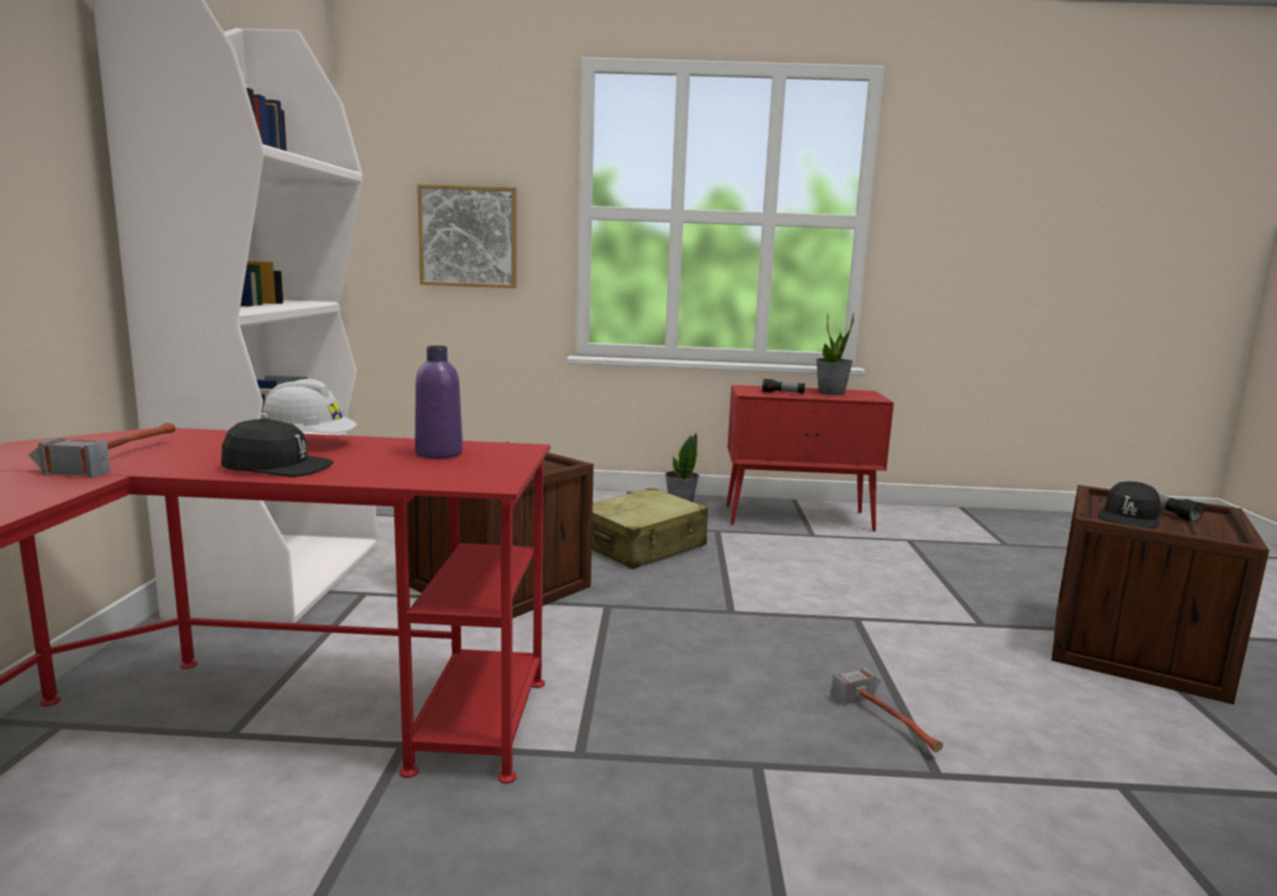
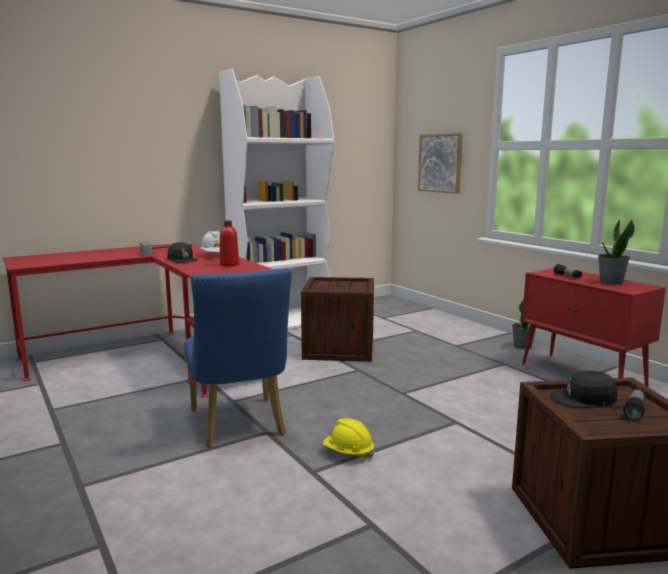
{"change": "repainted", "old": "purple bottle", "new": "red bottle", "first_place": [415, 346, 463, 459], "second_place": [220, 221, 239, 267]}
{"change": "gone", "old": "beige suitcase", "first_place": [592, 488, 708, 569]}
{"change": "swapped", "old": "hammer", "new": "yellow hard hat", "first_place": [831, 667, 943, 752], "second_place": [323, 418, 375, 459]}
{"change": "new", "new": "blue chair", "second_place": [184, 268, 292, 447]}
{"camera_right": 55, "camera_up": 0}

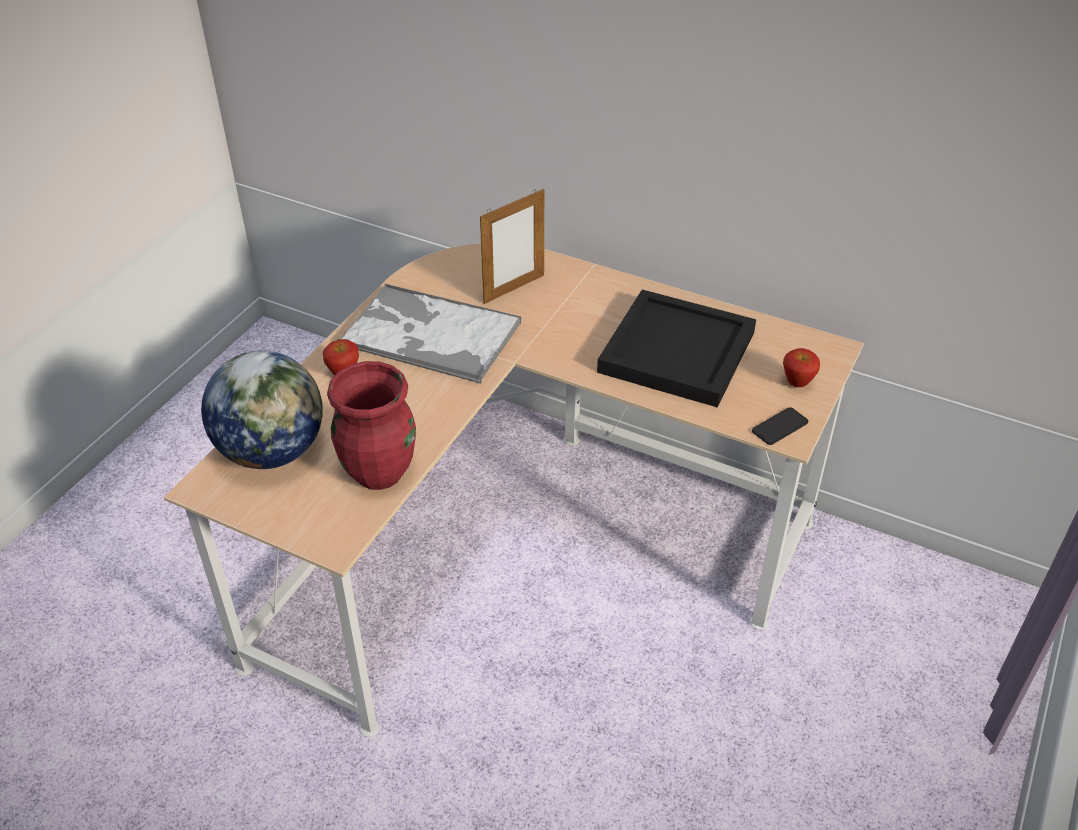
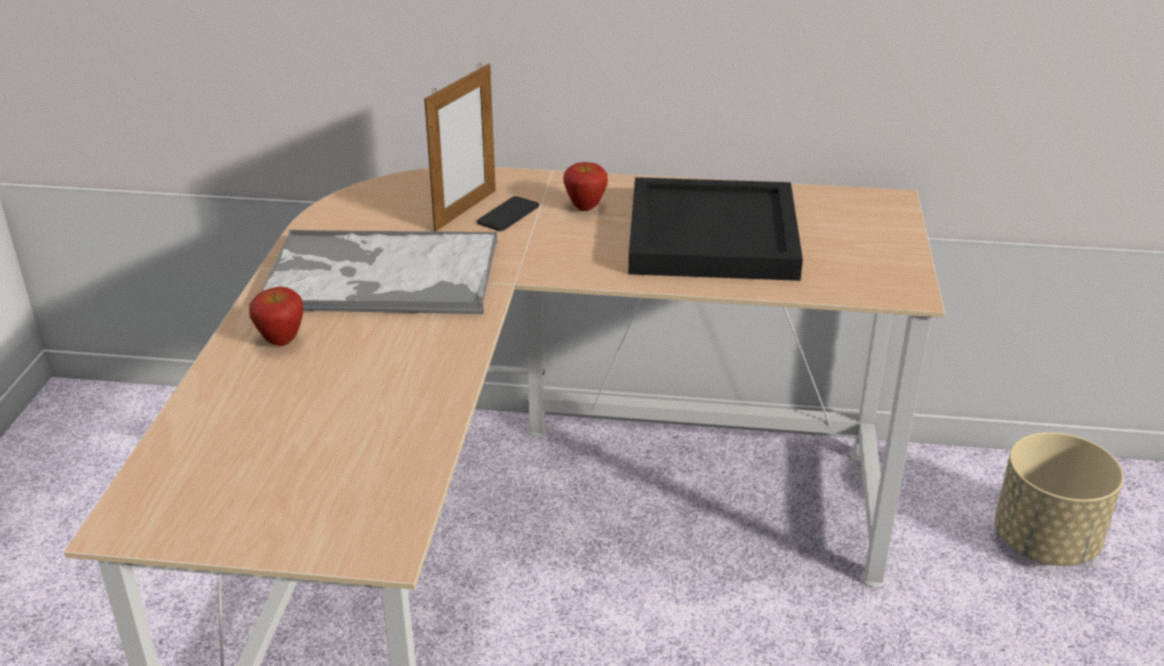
{"change": "shifted", "old": "apple", "first_place": [783, 348, 820, 387], "second_place": [564, 162, 608, 211]}
{"change": "gone", "old": "globe", "first_place": [201, 351, 323, 469]}
{"change": "gone", "old": "red vase", "first_place": [327, 361, 416, 490]}
{"change": "shifted", "old": "phone", "first_place": [752, 407, 808, 445], "second_place": [477, 196, 539, 231]}
{"change": "new", "new": "beige planter", "second_place": [995, 432, 1124, 566]}
{"camera_right": -20, "camera_up": -10}

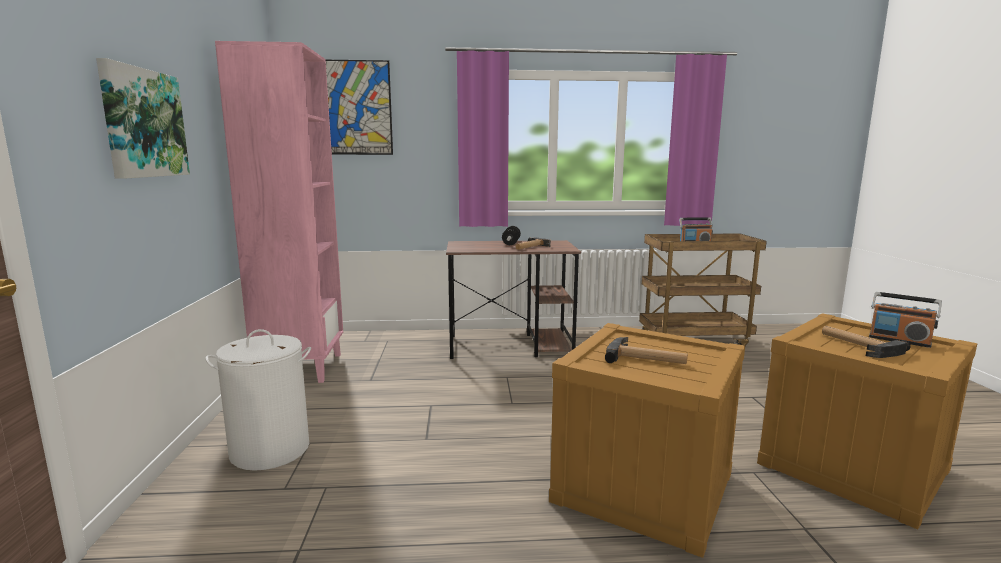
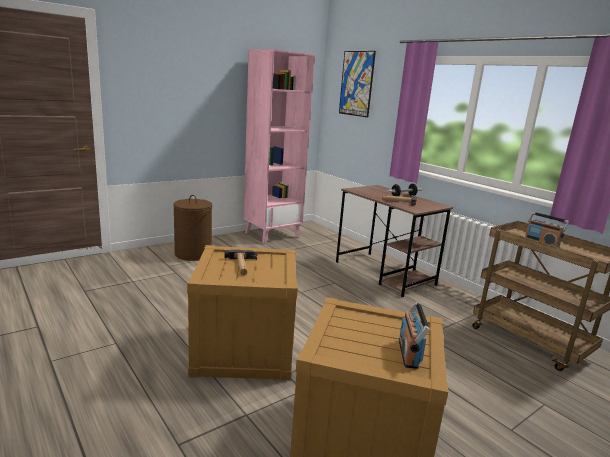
{"change": "gone", "old": "picture", "first_place": [96, 58, 190, 179]}
{"change": "gone", "old": "hammer", "first_place": [822, 326, 911, 358]}
{"change": "repainted", "old": "white laundry basket", "new": "brown laundry basket", "first_place": [206, 329, 311, 471], "second_place": [173, 195, 212, 261]}
{"camera_right": 55, "camera_up": 5}

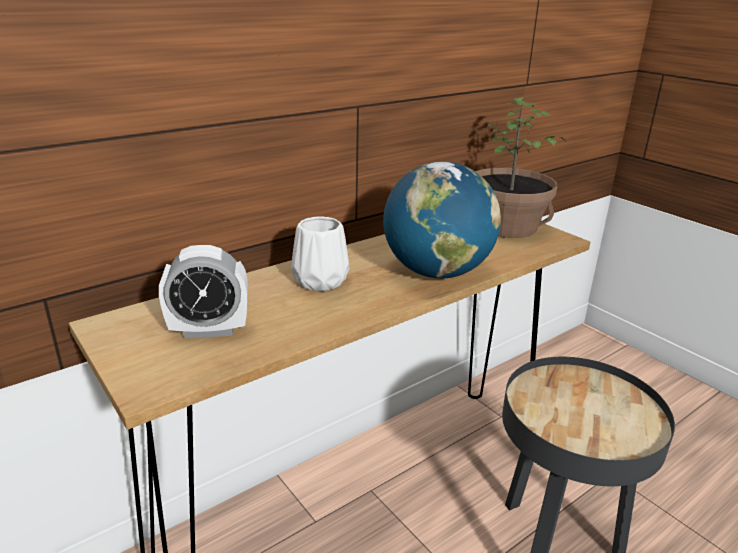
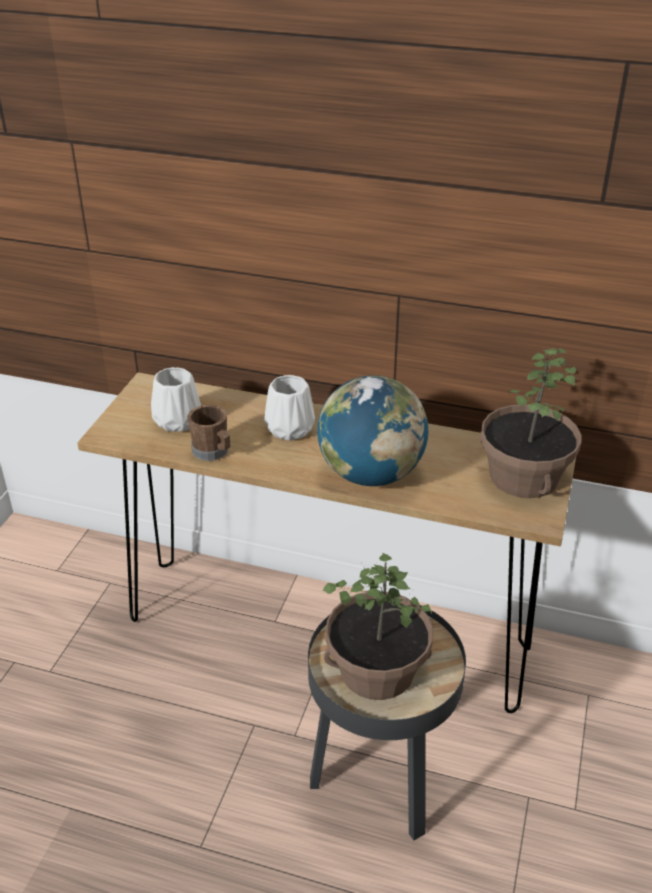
{"change": "swapped", "old": "alarm clock", "new": "white vase", "first_place": [159, 245, 248, 338], "second_place": [151, 367, 201, 432]}
{"change": "new", "new": "brown mug", "second_place": [187, 405, 230, 461]}
{"change": "new", "new": "potted plant", "second_place": [323, 553, 433, 700]}
{"camera_right": 55, "camera_up": 10}

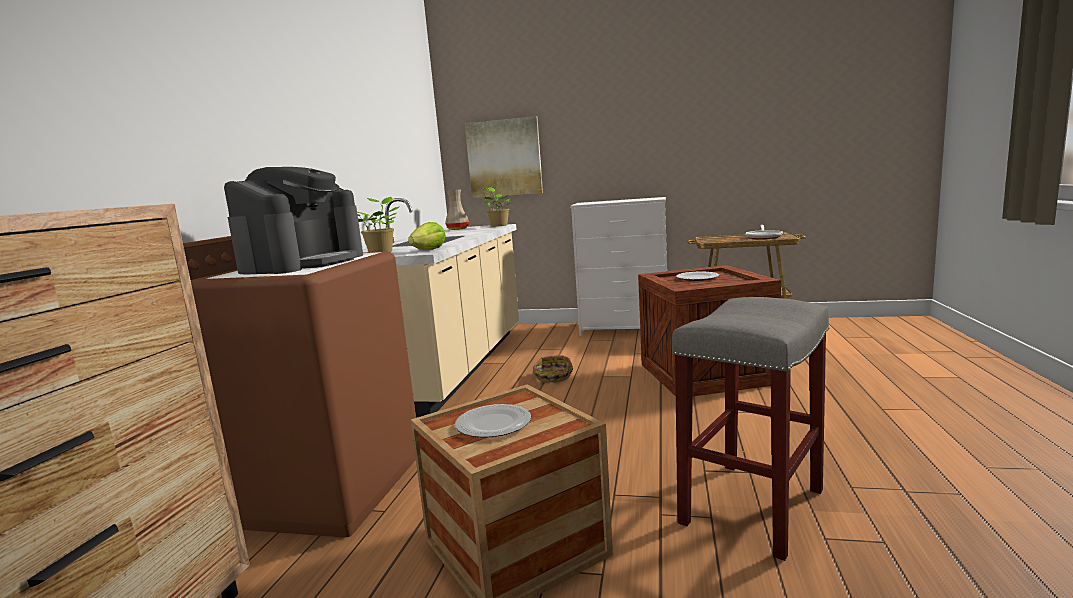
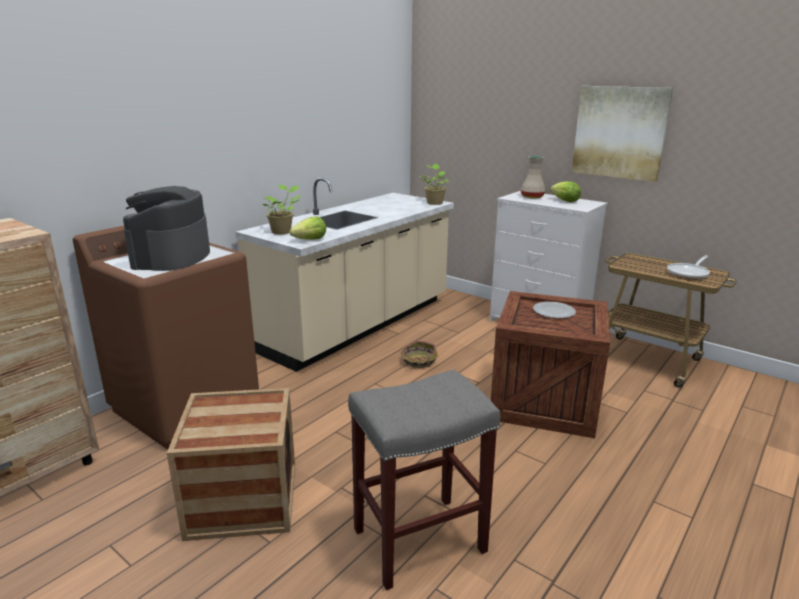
{"change": "shifted", "old": "picture", "first_place": [465, 116, 543, 198], "second_place": [572, 86, 673, 182]}
{"change": "rotated", "old": "coffee machine", "first_place": [224, 167, 363, 274], "second_place": [123, 186, 210, 271], "degrees": 135}
{"change": "shifted", "old": "beige vase", "first_place": [445, 189, 469, 230], "second_place": [521, 156, 545, 198]}
{"change": "gone", "old": "plate", "first_place": [455, 404, 531, 438]}
{"change": "new", "new": "lettuce", "second_place": [550, 181, 581, 202]}
{"camera_right": 25, "camera_up": 10}

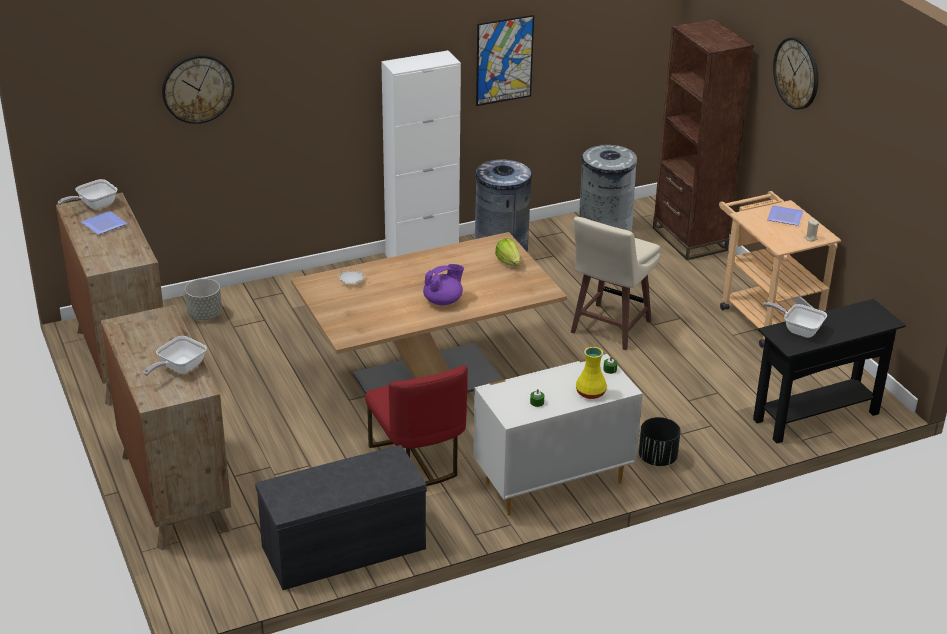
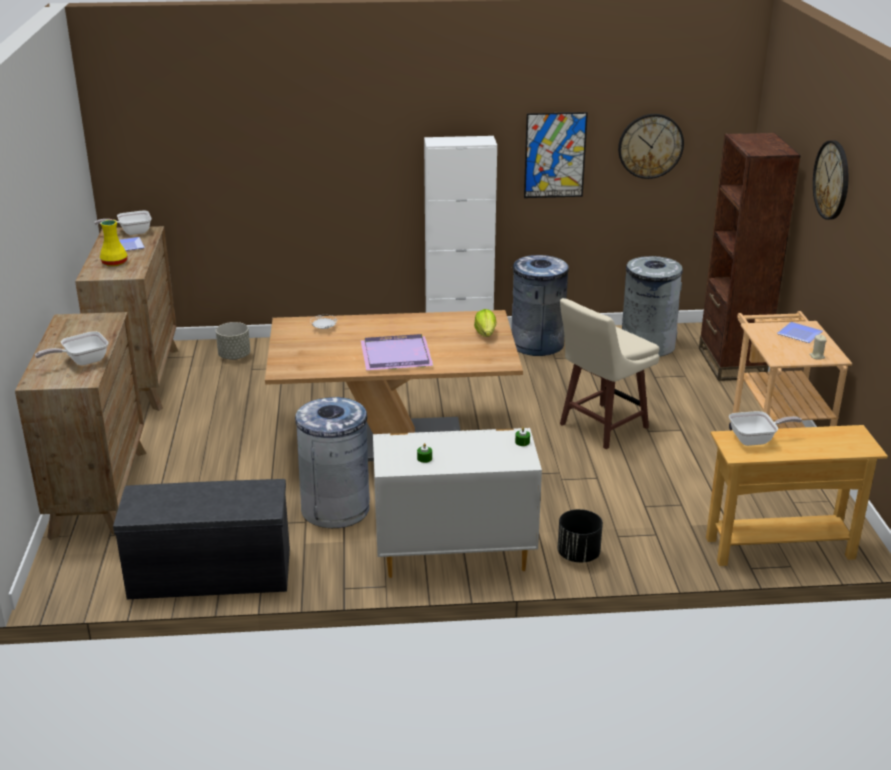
{"change": "shifted", "old": "wall clock", "first_place": [162, 55, 234, 124], "second_place": [618, 114, 684, 179]}
{"change": "swapped", "old": "purple teapot", "new": "purple tray", "first_place": [423, 264, 464, 306], "second_place": [361, 334, 434, 370]}
{"change": "repainted", "old": "black console table", "new": "beige console table", "first_place": [753, 299, 906, 444], "second_place": [706, 425, 888, 566]}
{"change": "rotated", "old": "frying pan", "first_place": [763, 302, 827, 338], "second_place": [729, 411, 802, 446], "degrees": 120}
{"change": "shifted", "old": "yellow vase", "first_place": [576, 347, 607, 399], "second_place": [100, 220, 128, 266]}
{"change": "swapped", "old": "red chair", "new": "grey trash can", "first_place": [365, 365, 468, 486], "second_place": [295, 397, 370, 528]}
{"camera_right": 20, "camera_up": -5}

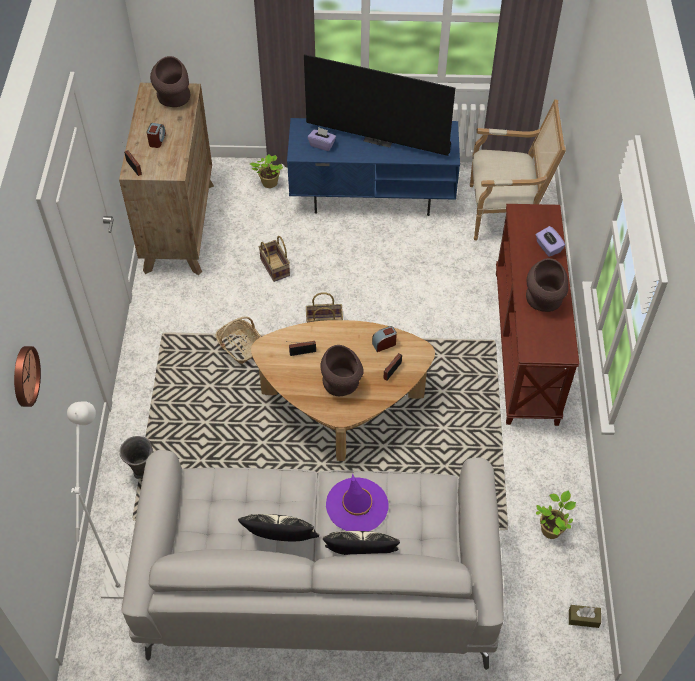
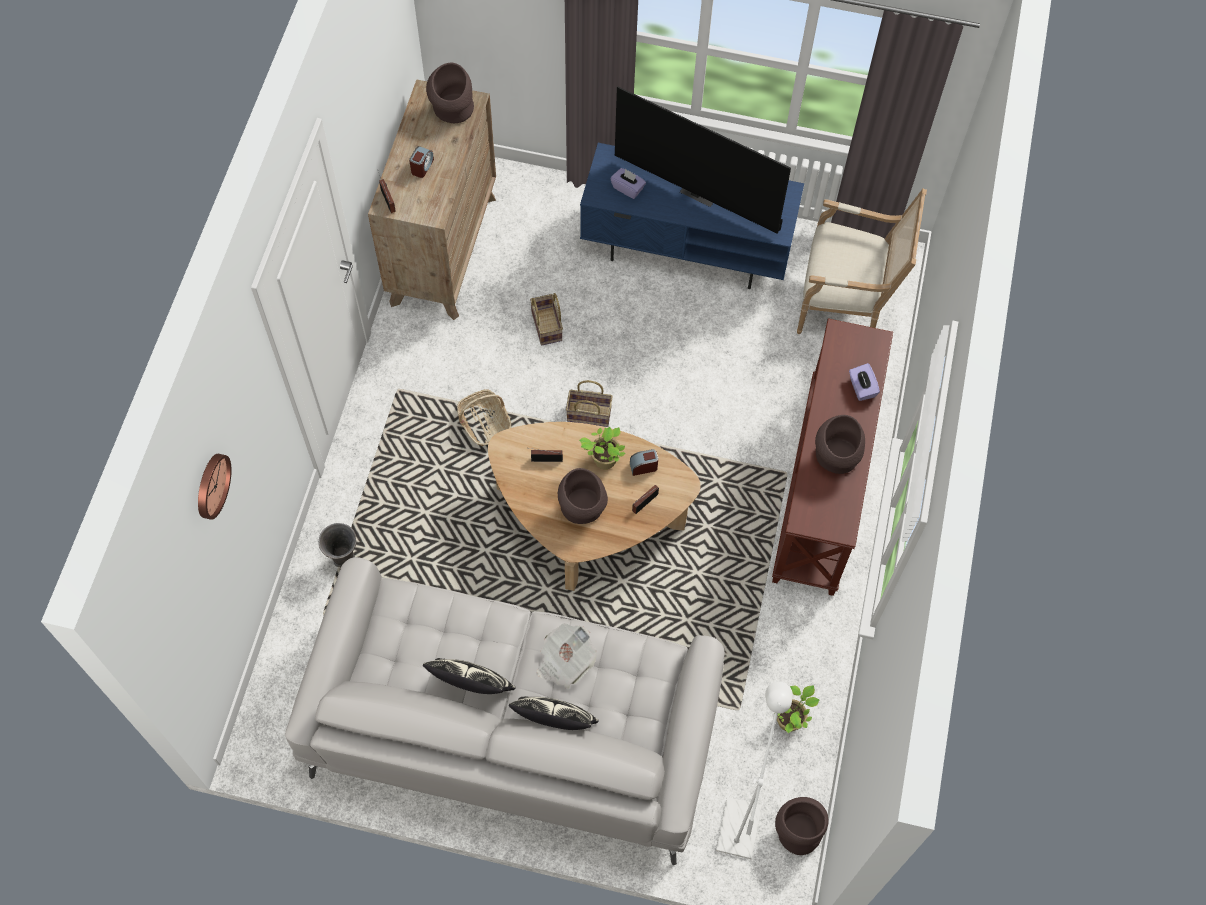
{"change": "shifted", "old": "potted plant", "first_place": [250, 154, 283, 188], "second_place": [579, 426, 625, 469]}
{"change": "shifted", "old": "white floor lamp", "first_place": [67, 401, 130, 599], "second_place": [716, 681, 793, 859]}
{"change": "swapped", "old": "purple hat", "new": "newspaper", "first_place": [326, 473, 389, 531], "second_place": [537, 623, 597, 688]}
{"change": "swapped", "old": "brown tissue box", "new": "brown vase", "first_place": [569, 605, 601, 628], "second_place": [775, 797, 829, 855]}
{"camera_right": 10, "camera_up": 10}

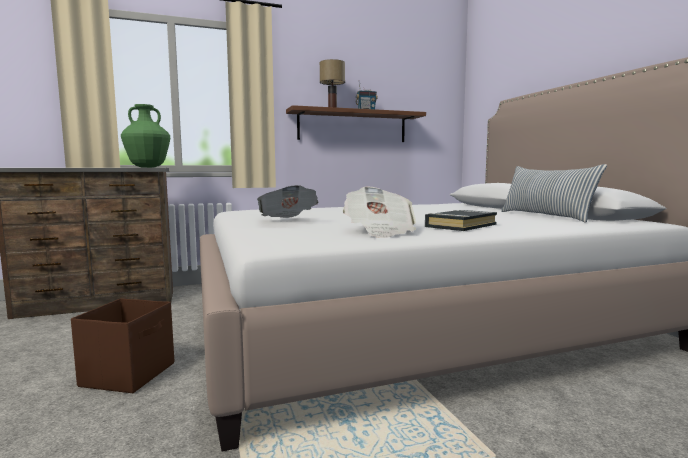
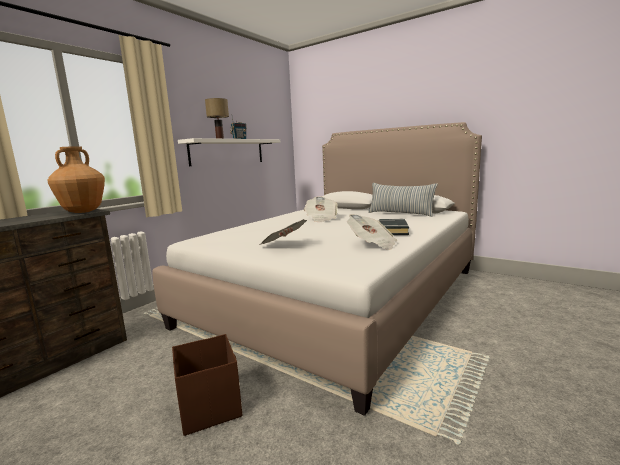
{"change": "repainted", "old": "green vase", "new": "brown vase", "first_place": [121, 104, 170, 168], "second_place": [47, 146, 105, 213]}
{"change": "repainted", "old": "brown shelf", "new": "white shelf", "first_place": [286, 105, 426, 142], "second_place": [178, 138, 280, 166]}
{"change": "new", "new": "newspaper", "second_place": [304, 196, 338, 222]}
{"camera_right": -35, "camera_up": 5}

